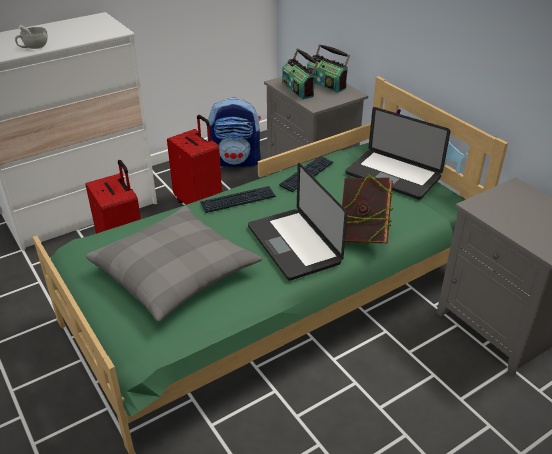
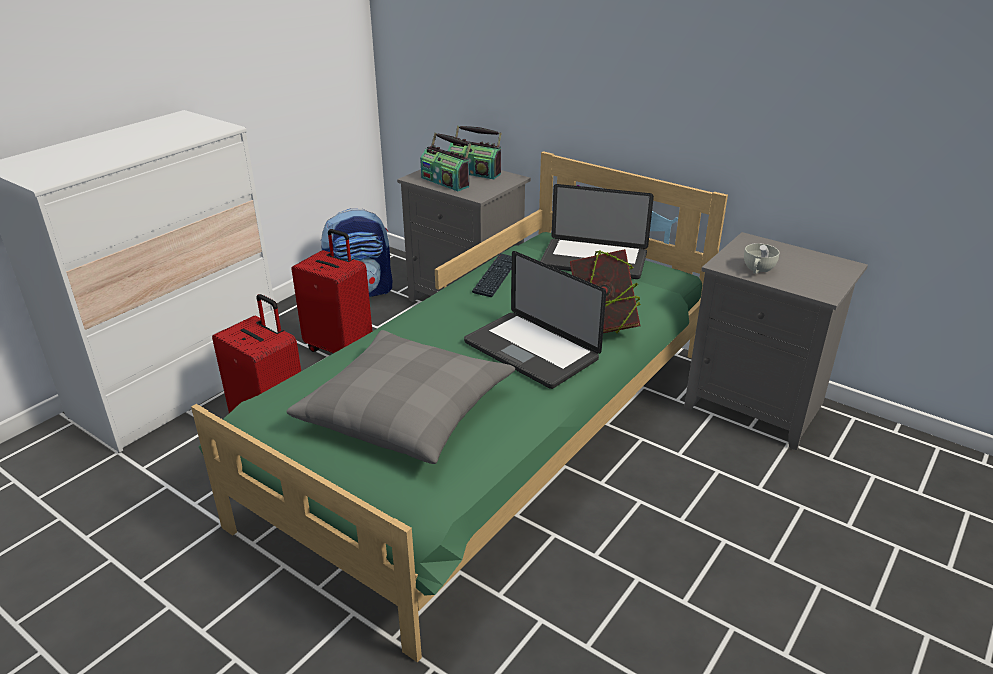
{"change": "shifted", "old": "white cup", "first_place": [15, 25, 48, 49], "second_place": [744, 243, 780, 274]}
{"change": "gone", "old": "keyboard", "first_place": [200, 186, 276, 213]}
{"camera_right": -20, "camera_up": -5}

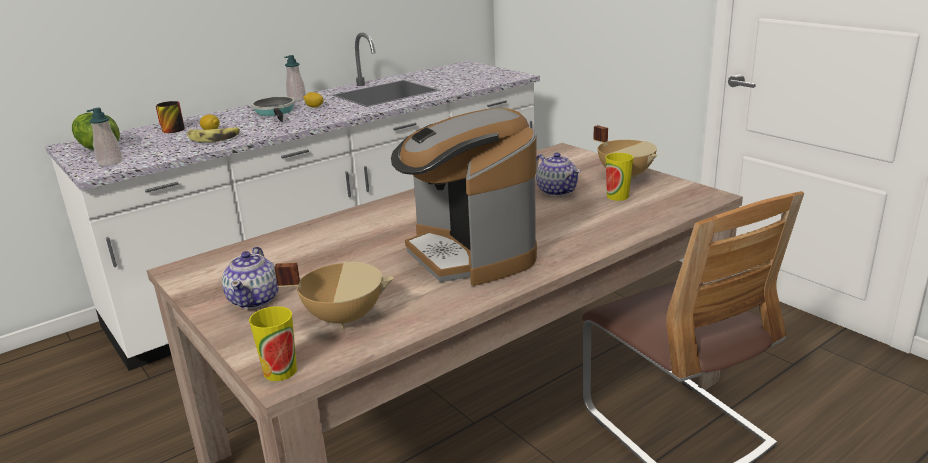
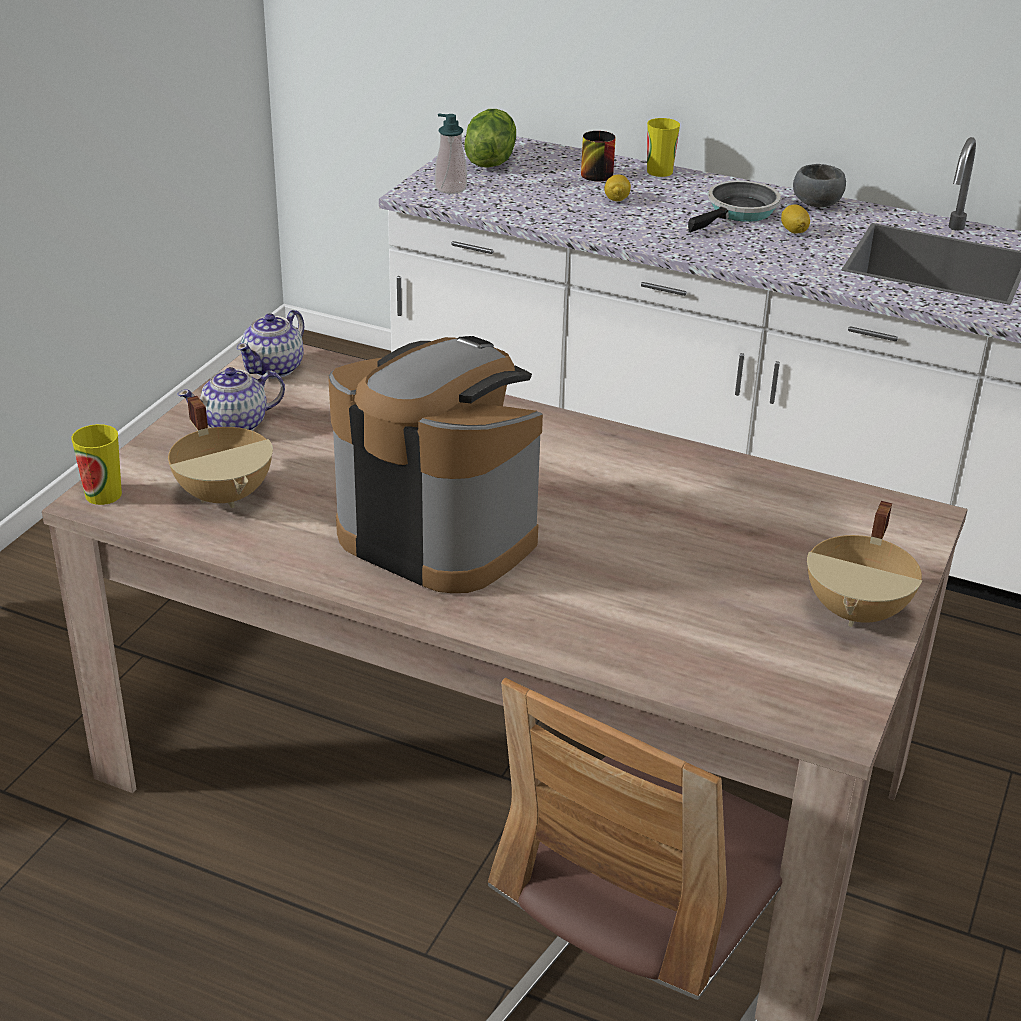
{"change": "swapped", "old": "soap dispenser", "new": "grey bowl", "first_place": [284, 55, 306, 101], "second_place": [793, 164, 846, 207]}
{"change": "rotated", "old": "coffee machine", "first_place": [391, 108, 537, 286], "second_place": [328, 336, 543, 593], "degrees": 90}
{"change": "gone", "old": "banana", "first_place": [187, 128, 240, 142]}
{"change": "shifted", "old": "teapot", "first_place": [536, 152, 581, 196], "second_place": [237, 310, 304, 379]}
{"change": "shifted", "old": "cup", "first_place": [605, 153, 633, 201], "second_place": [647, 118, 680, 177]}
{"camera_right": 60, "camera_up": 10}

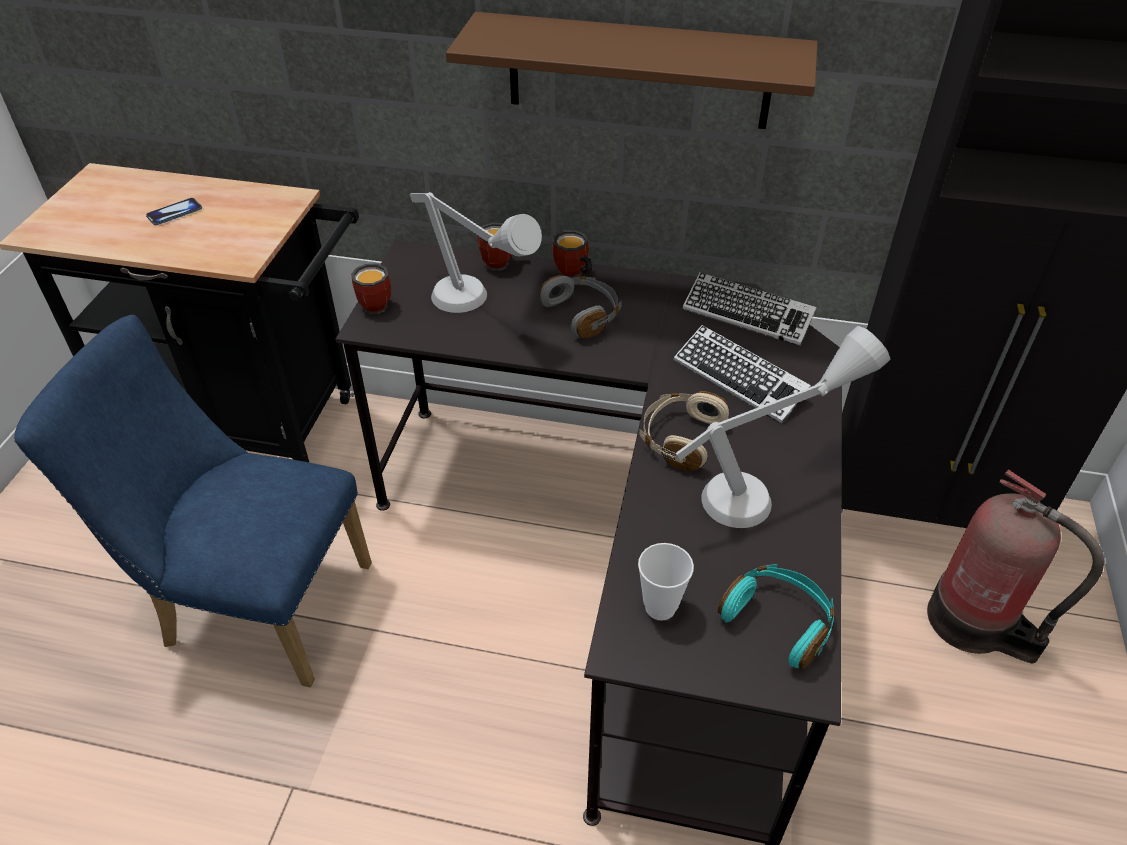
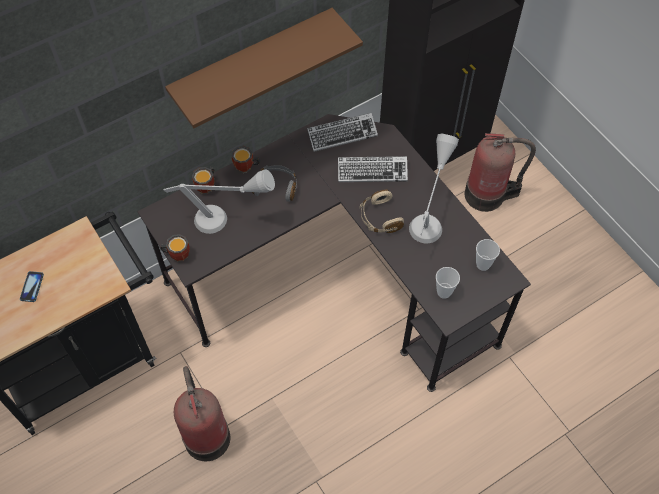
{"change": "swapped", "old": "blue chair", "new": "fire extinguisher", "first_place": [14, 315, 372, 687], "second_place": [174, 366, 230, 461]}
{"change": "swapped", "old": "turquoise headphones", "new": "cup", "first_place": [718, 564, 835, 669], "second_place": [476, 239, 500, 271]}
{"camera_right": -45, "camera_up": 15}

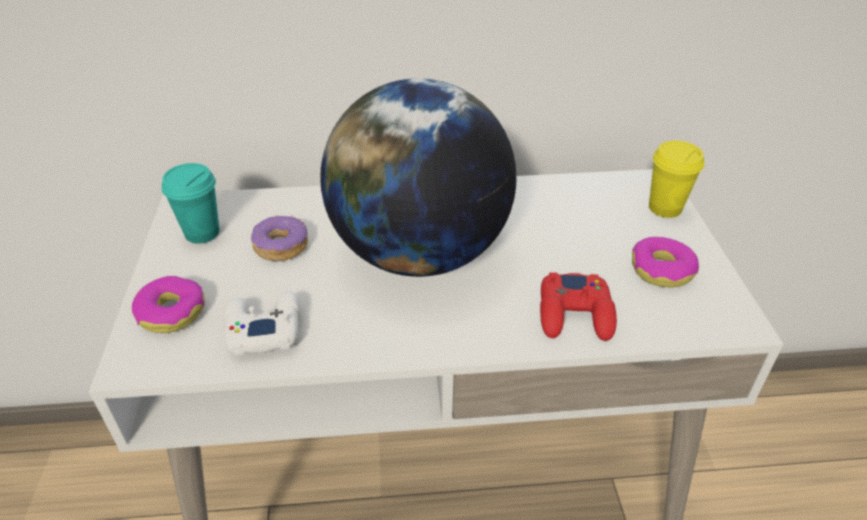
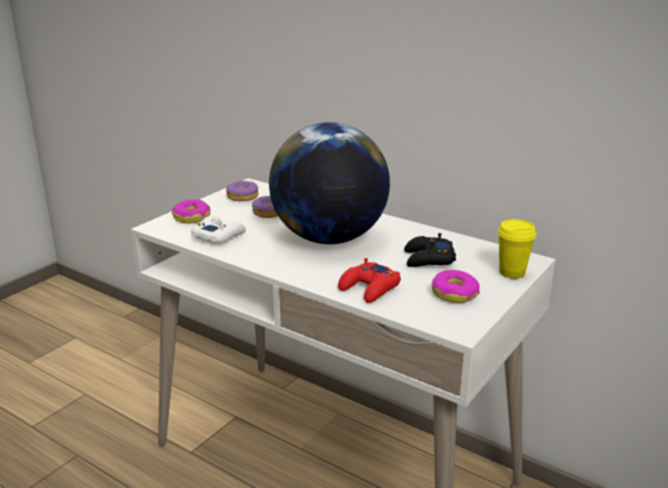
{"change": "swapped", "old": "turquoise cup", "new": "donut", "first_place": [161, 163, 220, 244], "second_place": [226, 181, 259, 201]}
{"change": "new", "new": "black game controller", "second_place": [404, 233, 456, 267]}
{"camera_right": 40, "camera_up": -15}

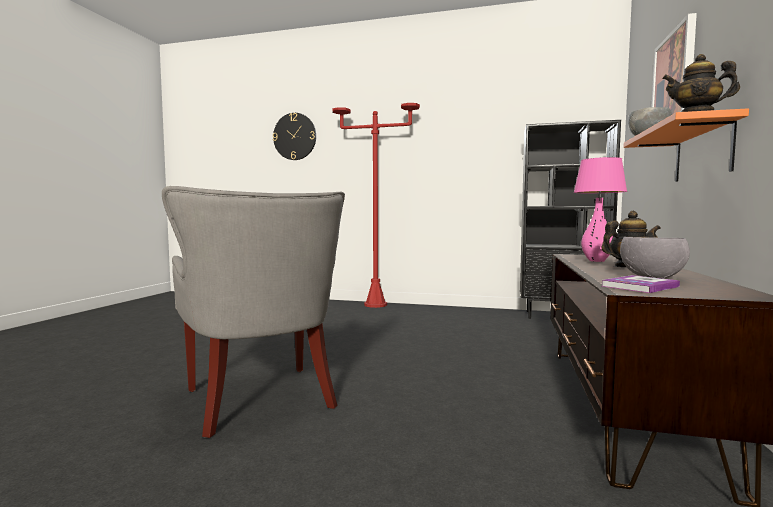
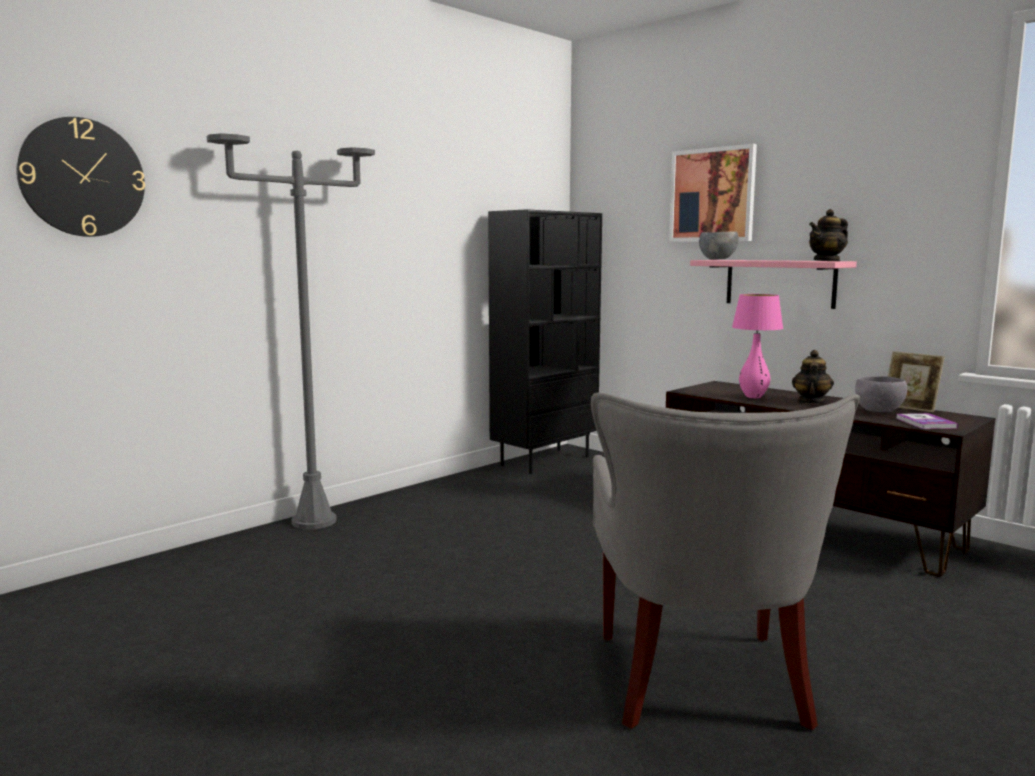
{"change": "repainted", "old": "red floor lamp", "new": "grey floor lamp", "first_place": [332, 103, 420, 308], "second_place": [207, 133, 375, 529]}
{"change": "repainted", "old": "orange shelf", "new": "pink shelf", "first_place": [624, 108, 749, 182], "second_place": [690, 260, 857, 309]}
{"change": "rotated", "old": "grey armchair", "first_place": [162, 186, 345, 438], "second_place": [591, 393, 860, 730], "degrees": 90}
{"change": "new", "new": "picture frame", "second_place": [888, 351, 945, 413]}
{"camera_right": -60, "camera_up": 5}

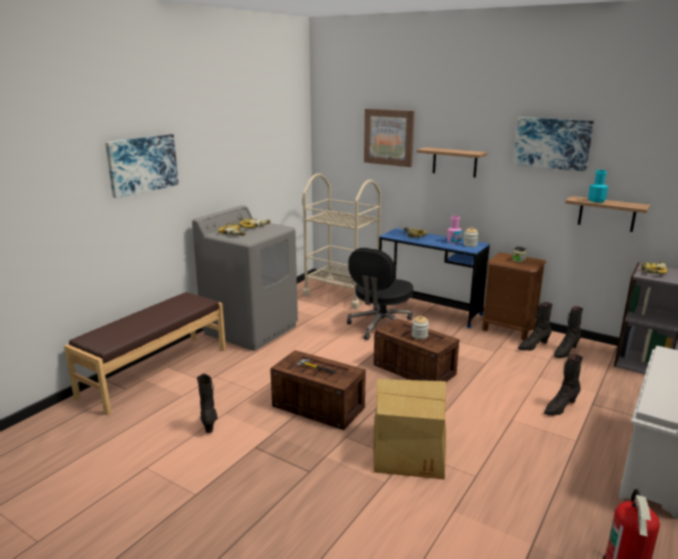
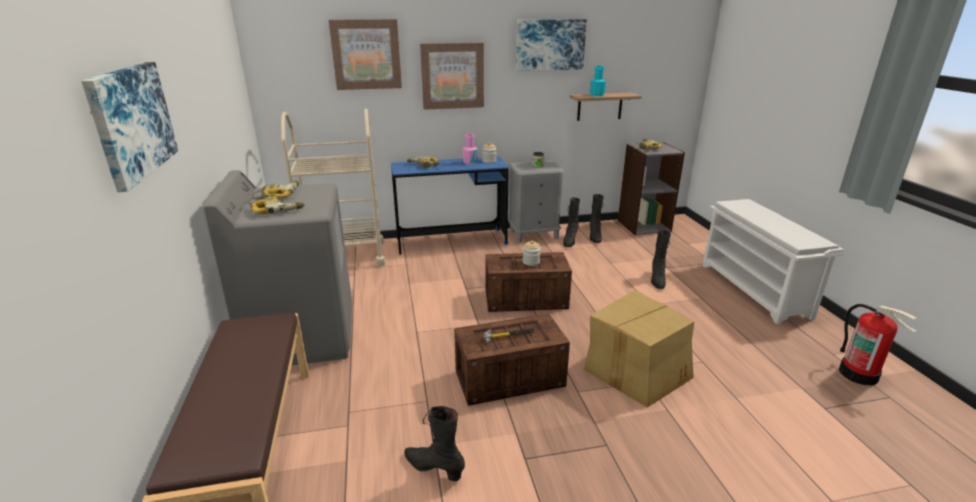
{"change": "swapped", "old": "shelf", "new": "picture", "first_place": [417, 147, 487, 178], "second_place": [420, 43, 484, 110]}
{"change": "gone", "old": "black office chair", "first_place": [347, 248, 413, 340]}
{"change": "repainted", "old": "brown nightstand", "new": "grey nightstand", "first_place": [481, 252, 546, 340], "second_place": [508, 160, 565, 242]}
{"camera_right": -45, "camera_up": 5}

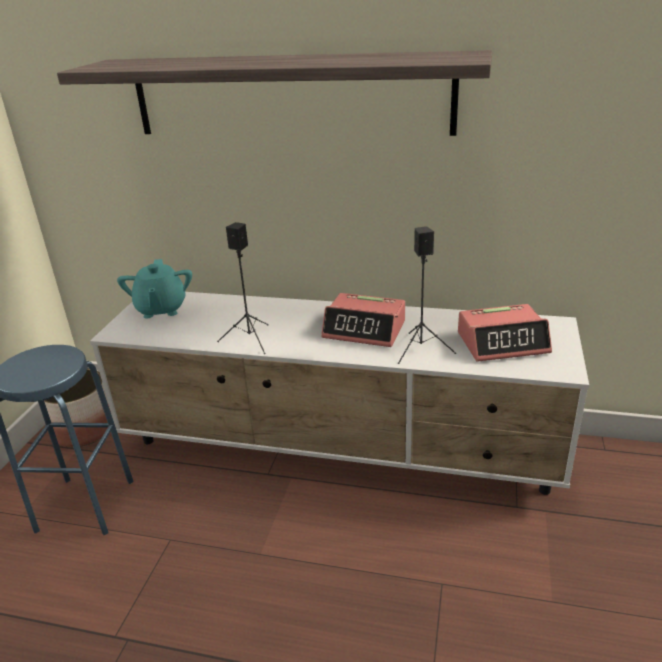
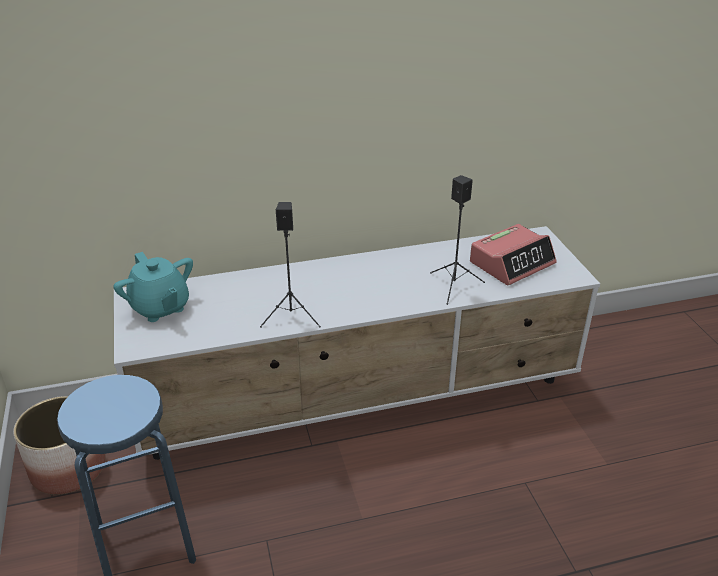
{"change": "gone", "old": "shelf", "first_place": [57, 50, 492, 136]}
{"change": "gone", "old": "alarm clock", "first_place": [321, 293, 405, 347]}
{"camera_right": -30, "camera_up": 5}

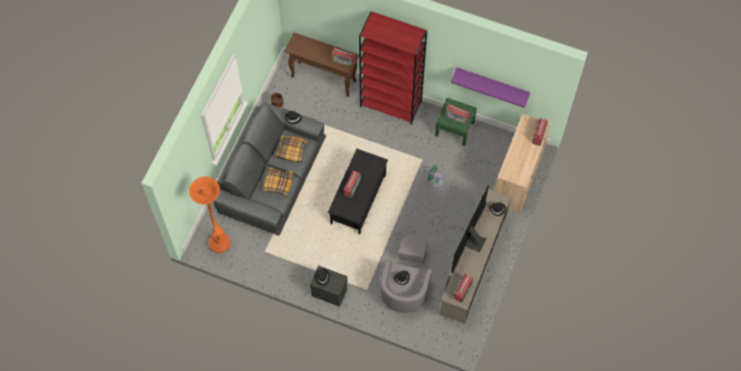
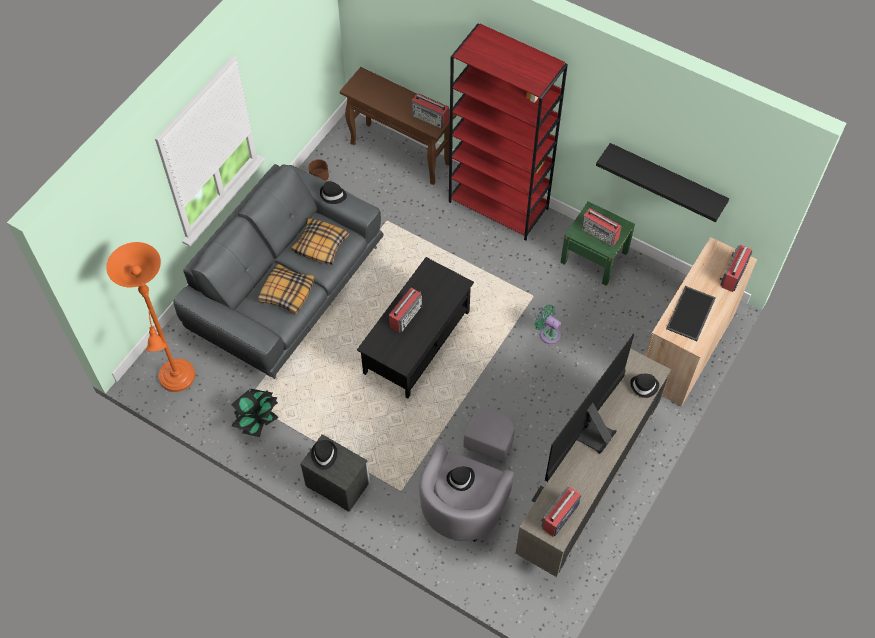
{"change": "repainted", "old": "purple shelf", "new": "black shelf", "first_place": [451, 68, 530, 108], "second_place": [596, 143, 729, 222]}
{"change": "new", "new": "tray", "second_place": [666, 286, 716, 341]}
{"change": "new", "new": "potted plant", "second_place": [231, 389, 279, 437]}
{"camera_right": 10, "camera_up": -5}

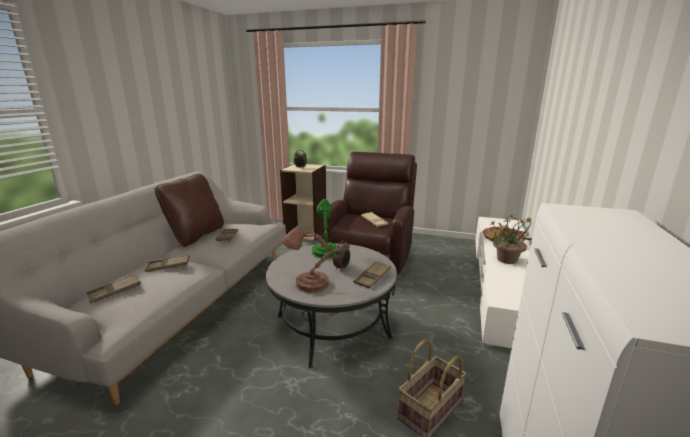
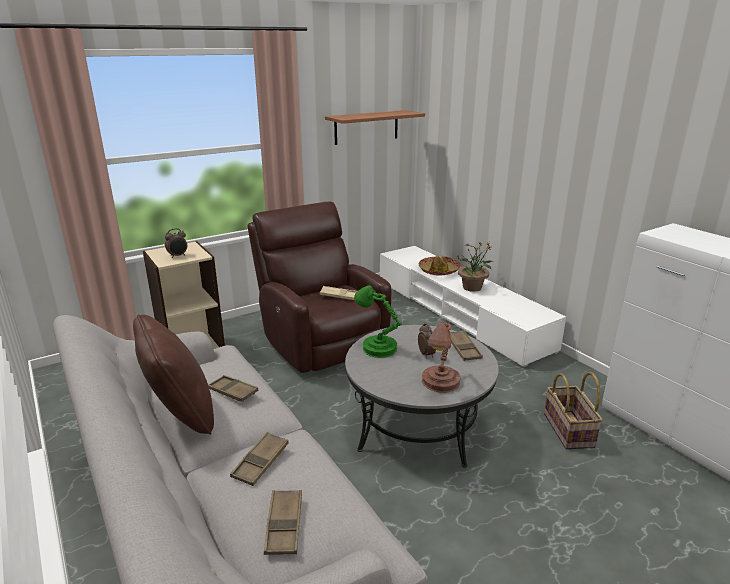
{"change": "new", "new": "shelf", "second_place": [325, 110, 425, 145]}
{"camera_right": -50, "camera_up": 5}

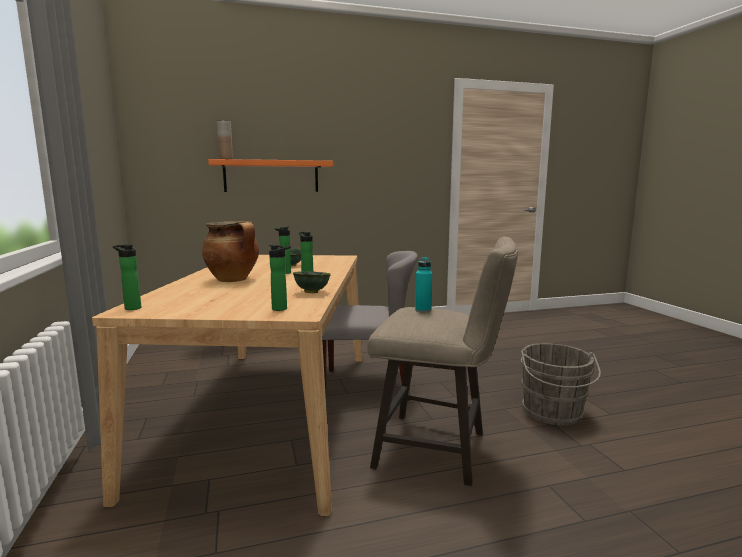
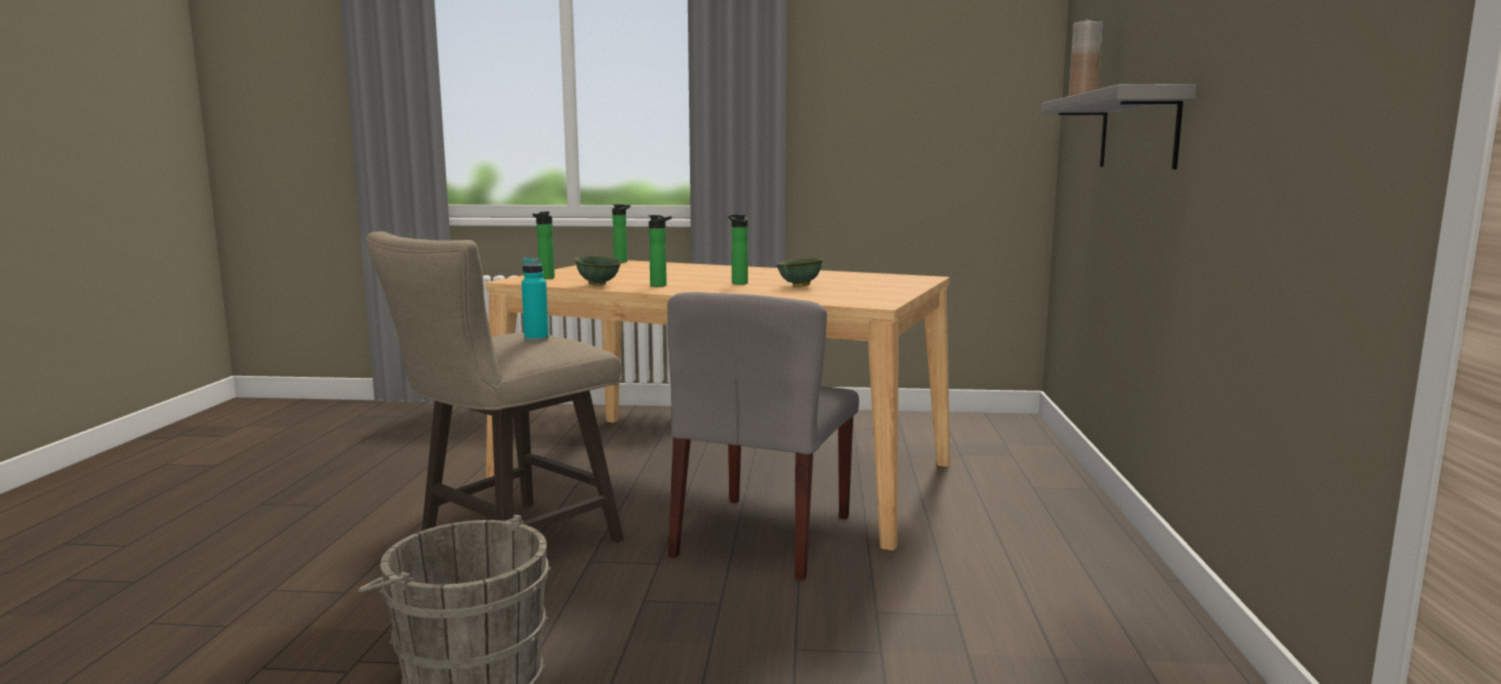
{"change": "repainted", "old": "orange shelf", "new": "grey shelf", "first_place": [208, 159, 333, 192], "second_place": [1041, 84, 1197, 169]}
{"change": "gone", "old": "cooking pot", "first_place": [202, 221, 259, 282]}
{"camera_right": 110, "camera_up": 0}

